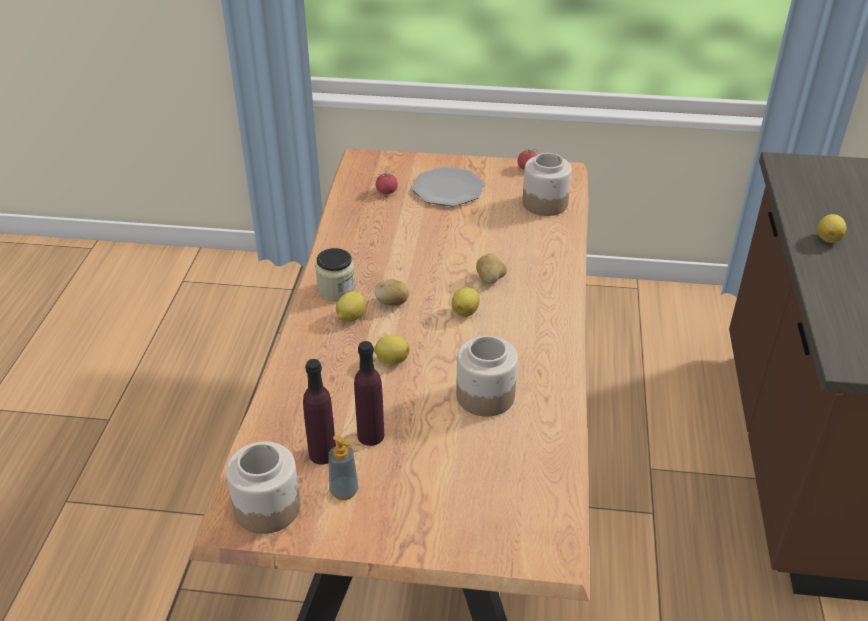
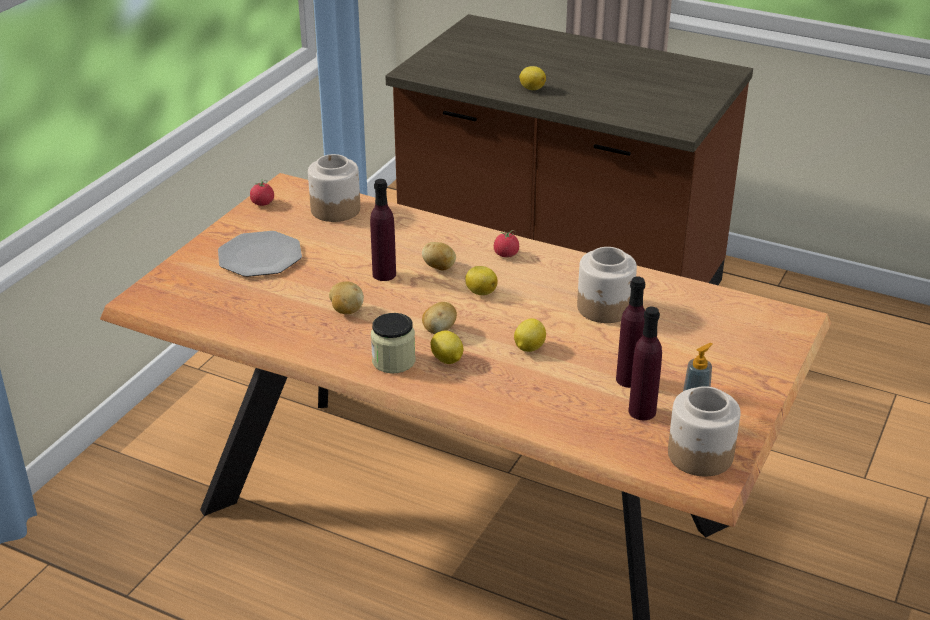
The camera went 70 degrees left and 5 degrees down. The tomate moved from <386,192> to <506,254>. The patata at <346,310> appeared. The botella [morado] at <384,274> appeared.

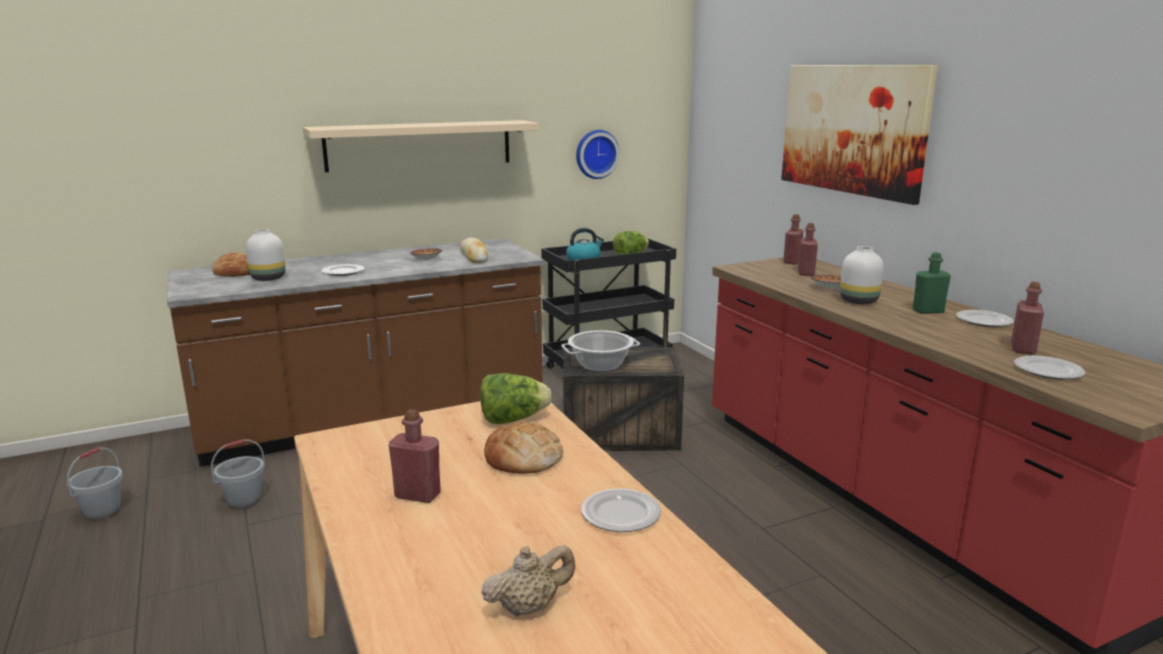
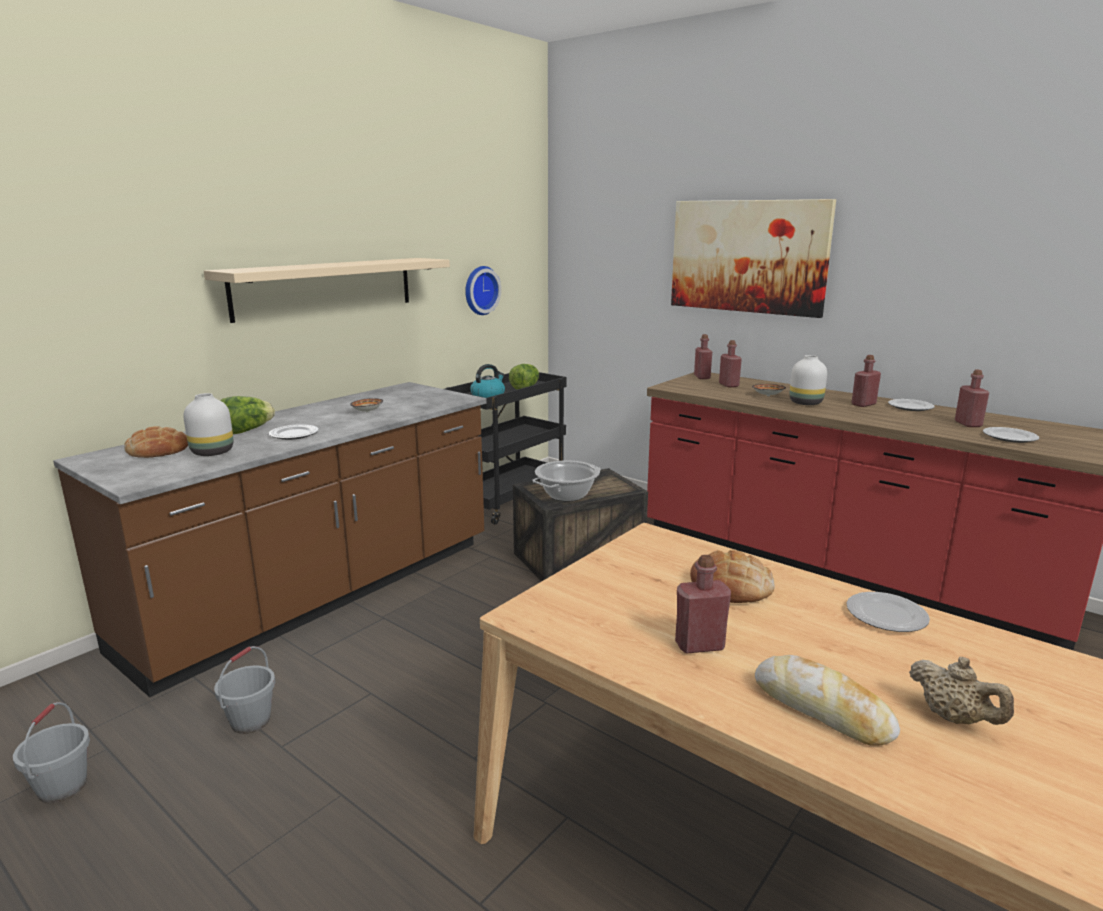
The camera went 25 degrees left and 0 degrees up. The pan moved from <474,256> to <822,710>. The lechuga moved from <513,419> to <246,431>. The tetera [beis] at <529,607> turned 105 degrees clockwise. The botella [verde] at <928,311> became the botella [rojo] at <863,404>.

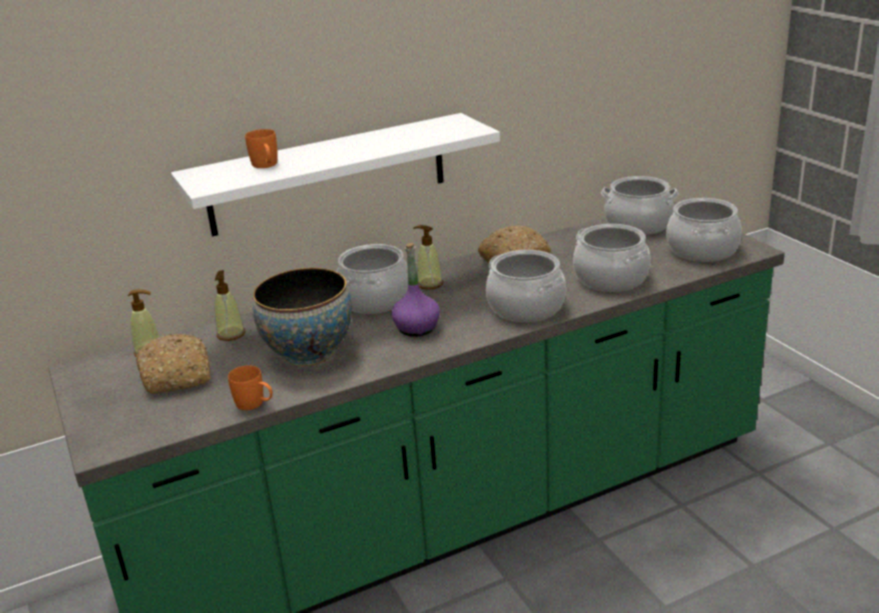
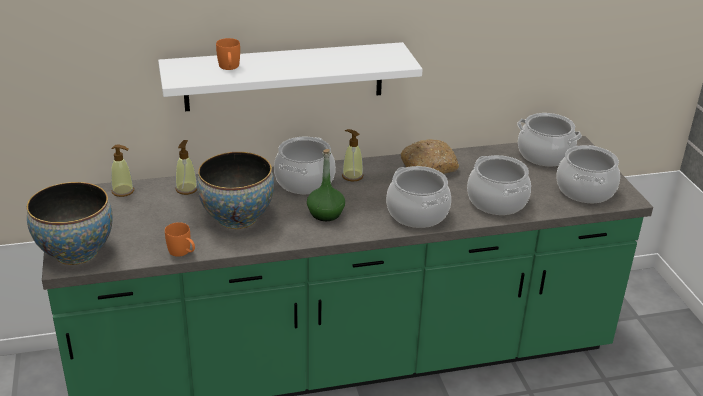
The camera went 10 degrees right and 5 degrees up. The pan at <177,375> disappeared. The botella [morado] at <416,328> became the botella [verde] at <325,213>. The cuenco at <76,253> appeared.

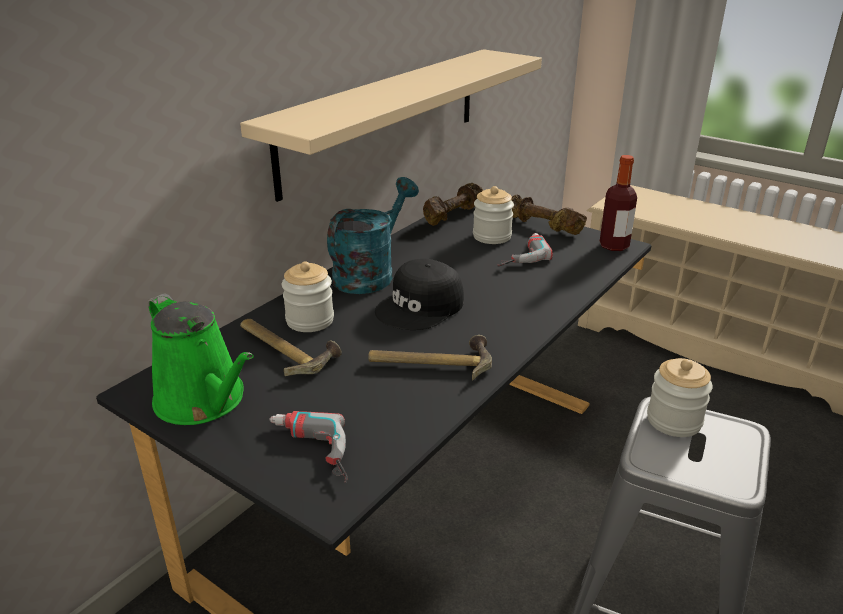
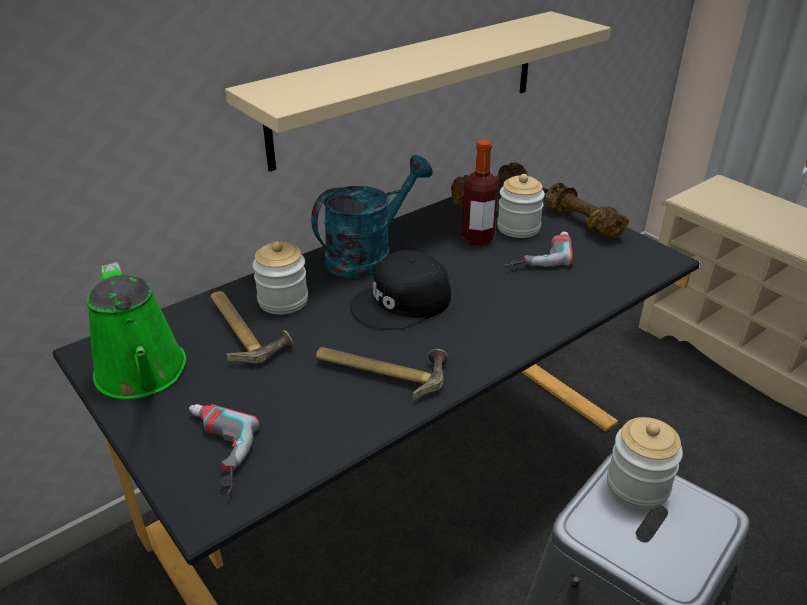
The camera went 15 degrees right and 5 degrees up. The botella moved from <614,246> to <477,238>.

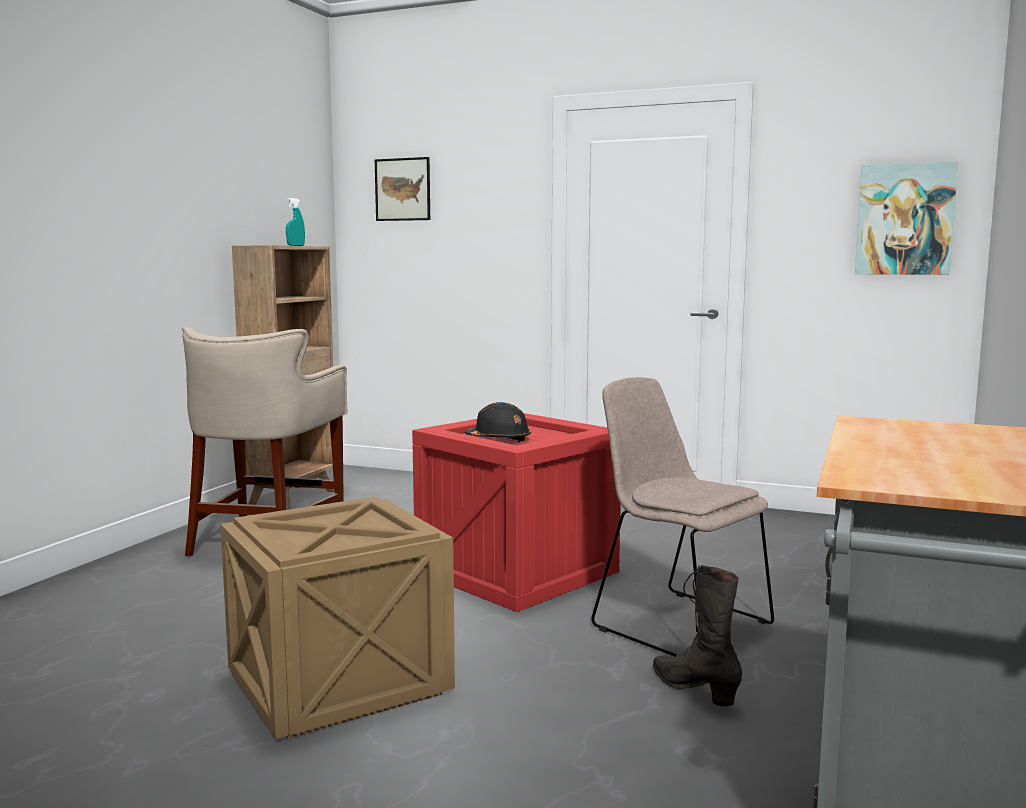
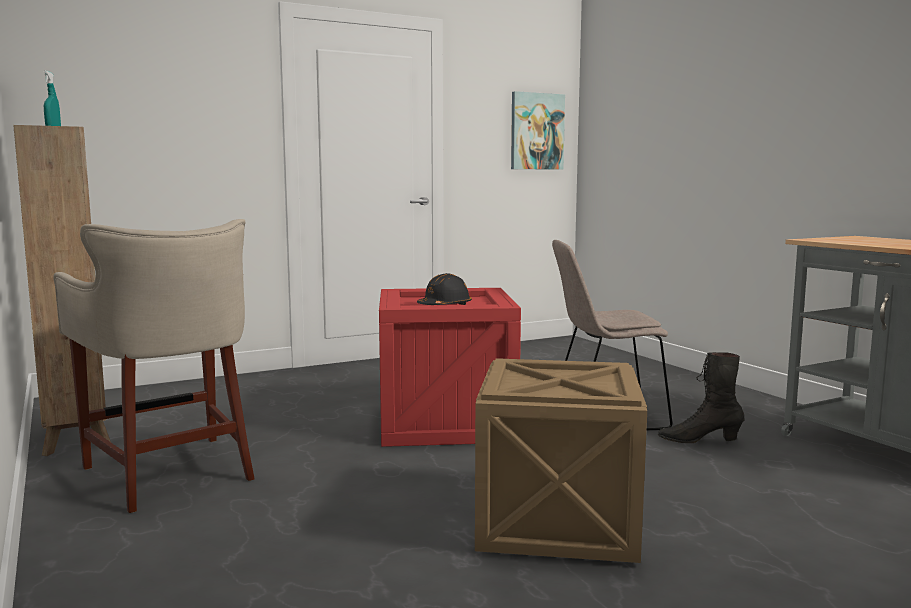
The camera went 50 degrees left and 0 degrees up. The cuadro at <403,189> disappeared.

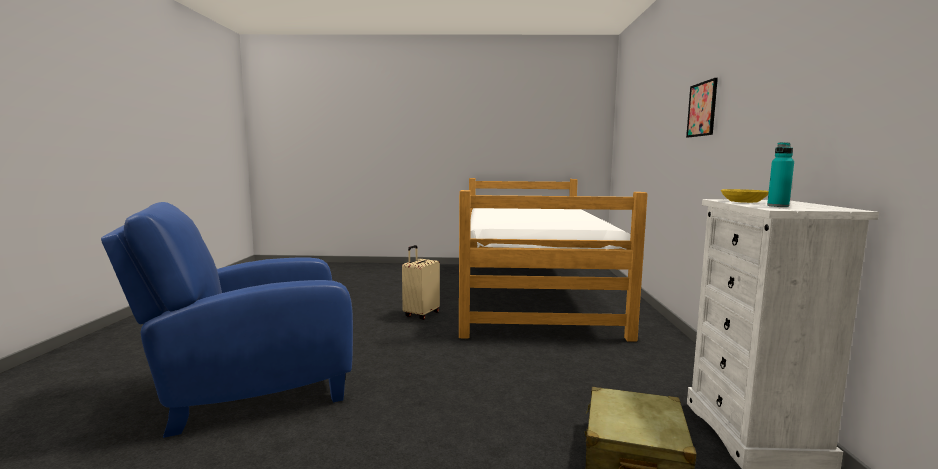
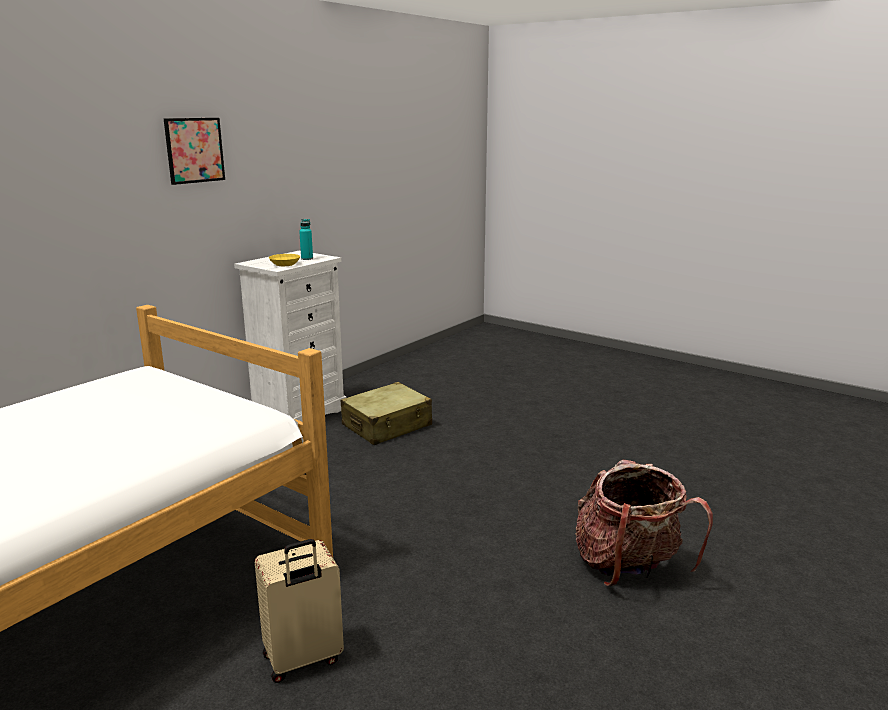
The camera went 145 degrees left and 10 degrees up. The sillón [azul] at <250,389> was replaced by the mochila at <629,568>. The cuadro moved from <702,109> to <194,150>.

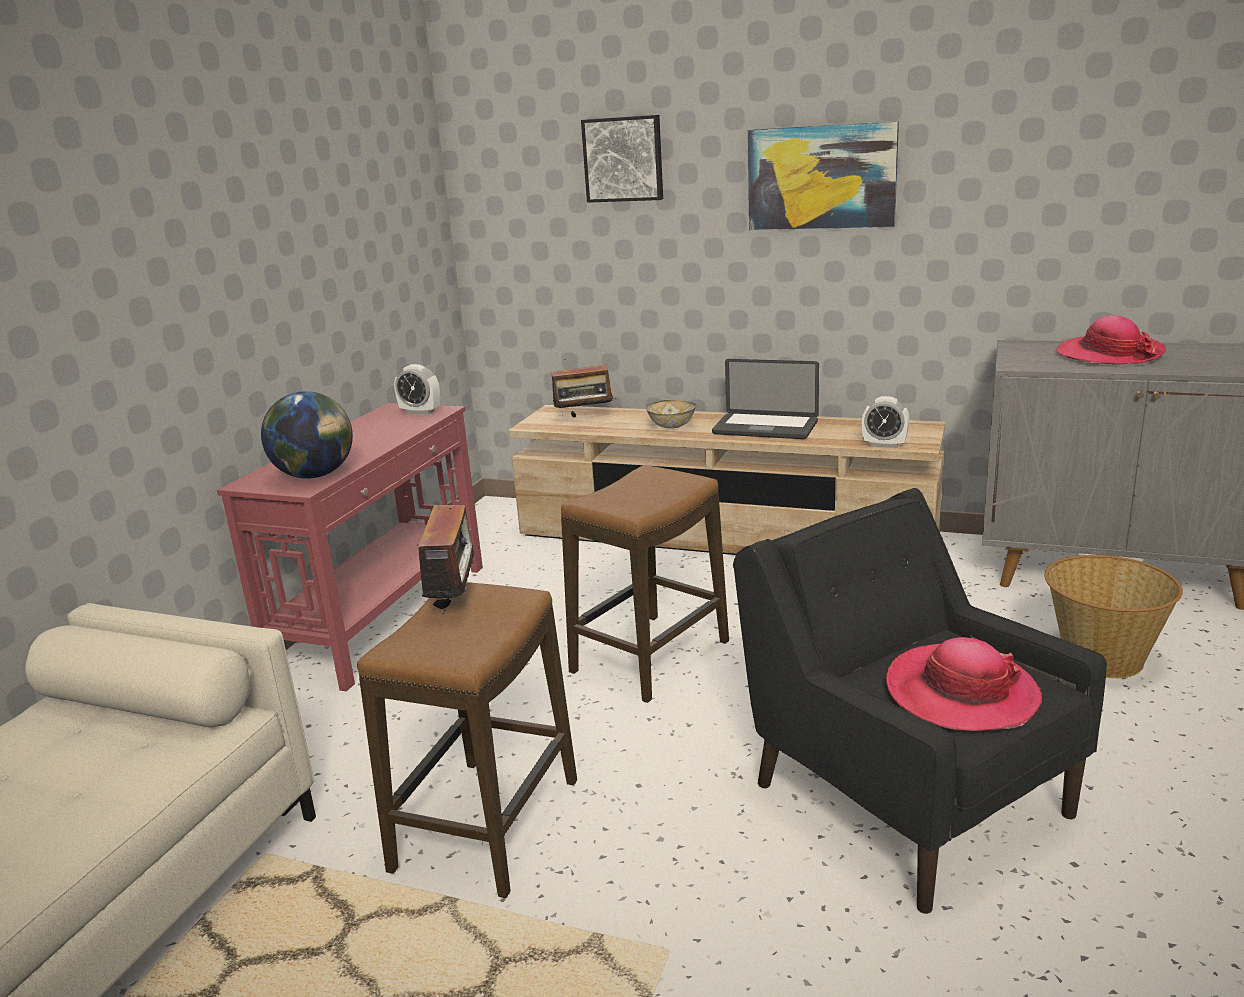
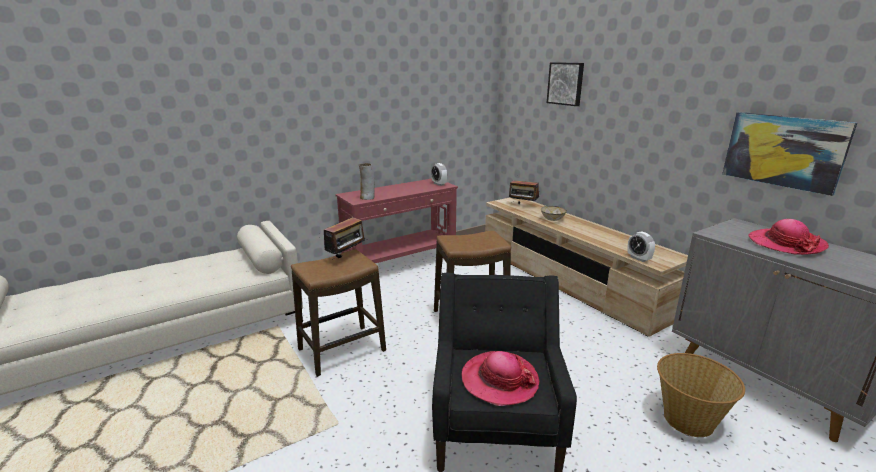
The camera went 35 degrees right and 0 degrees up. The globo terráqueo at <315,475> was replaced by the florero at <367,197>. The portátil at <765,428> disappeared. The cuadro moved from <821,177> to <783,151>.

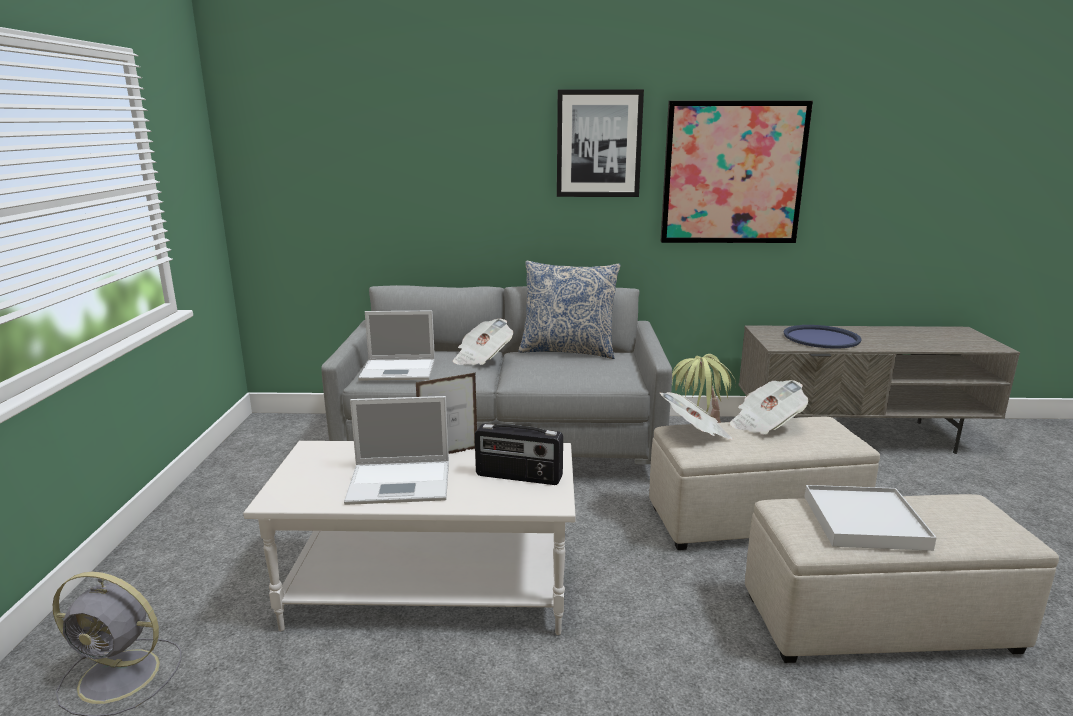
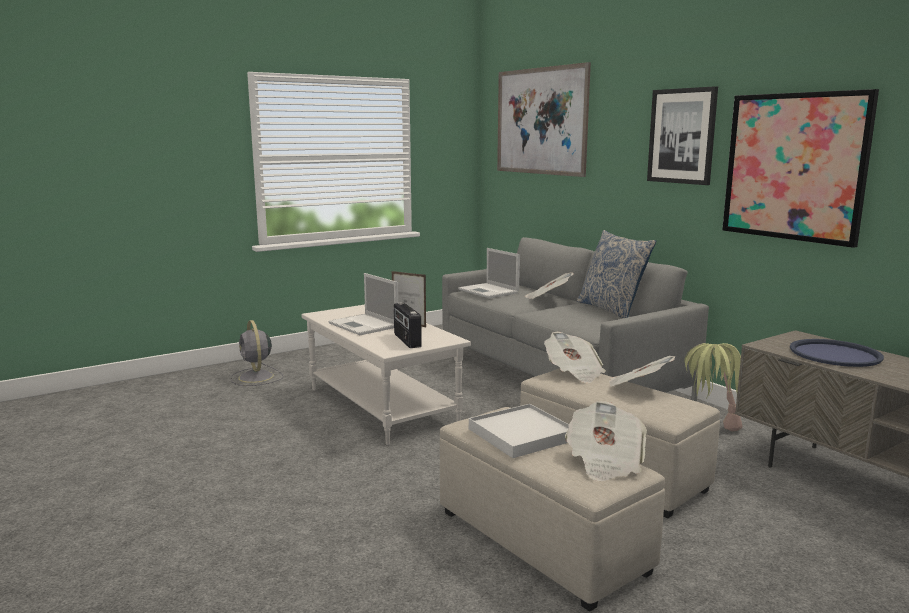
The camera went 55 degrees right and 5 degrees down. The cuadro at <540,121> appeared. The periódico at <604,462> appeared.

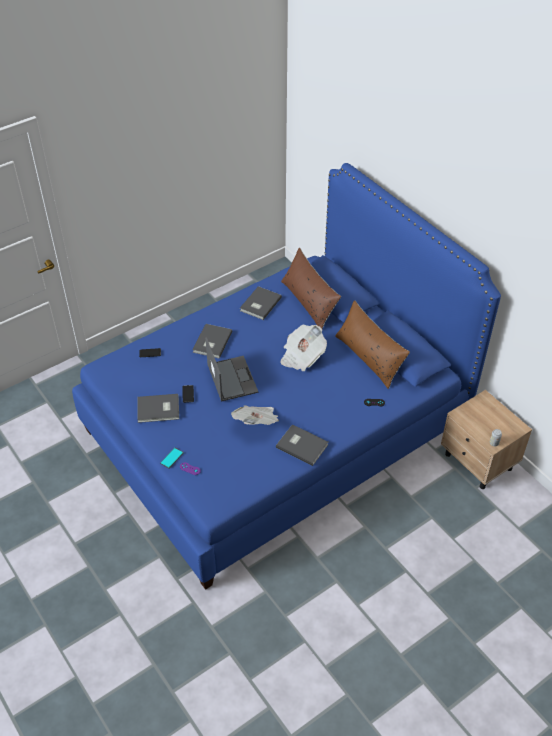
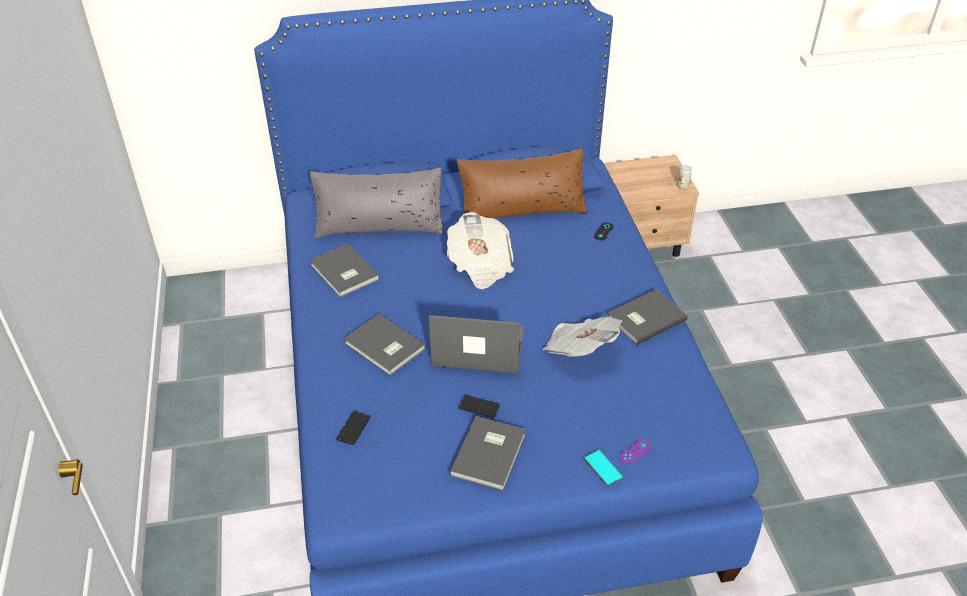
The camera went 65 degrees left and 5 degrees down. The cojín [marrón] at <309,302> became the cojín [gris] at <379,226>.

